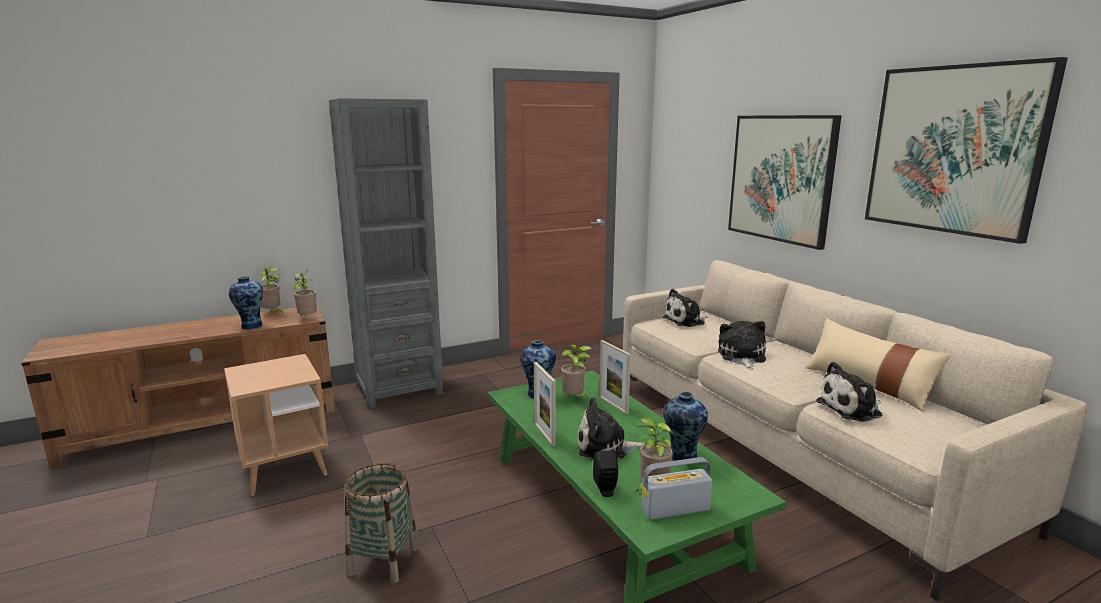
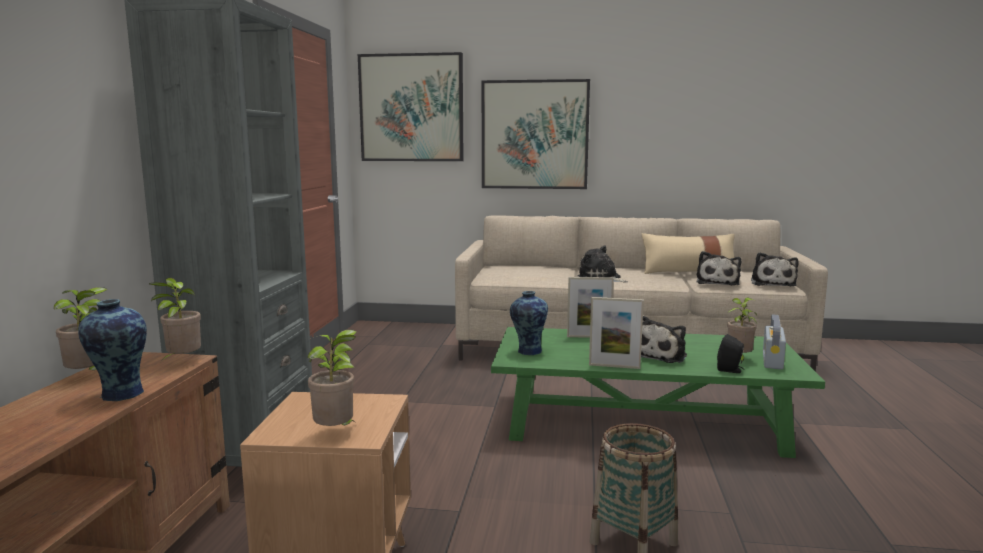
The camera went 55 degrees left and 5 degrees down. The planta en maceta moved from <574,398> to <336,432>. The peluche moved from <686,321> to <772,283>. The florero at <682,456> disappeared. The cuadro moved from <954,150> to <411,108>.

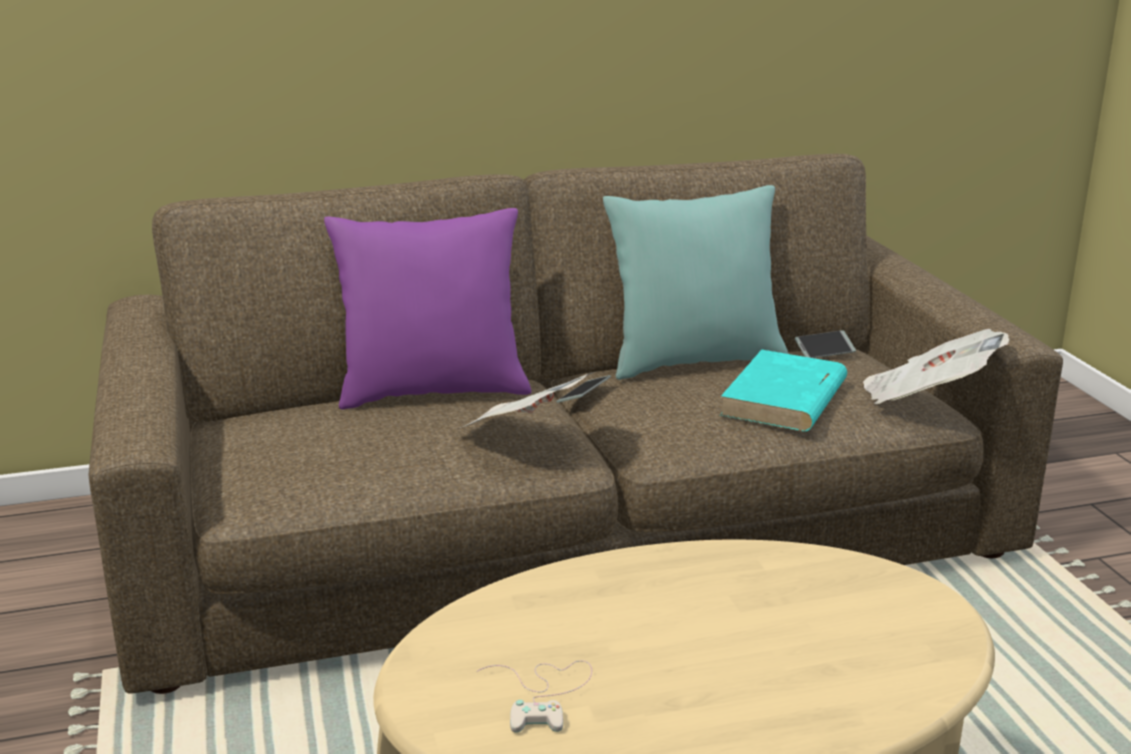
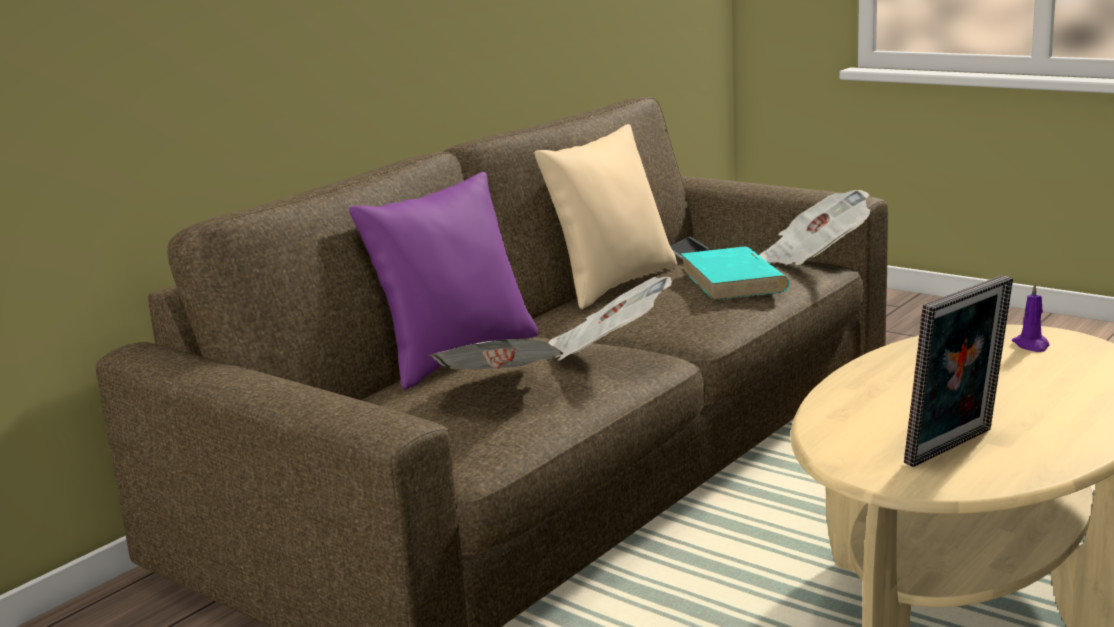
The camera went 35 degrees left and 5 degrees down. The mando de consola [blanco] at <544,694> was replaced by the portarretratos at <955,449>. The móvil at <583,395> disappeared. The cojín [turquesa] at <694,361> became the cojín [beis] at <612,284>. The periódico at <500,390> appeared. The vela [morado] at <1031,345> appeared.

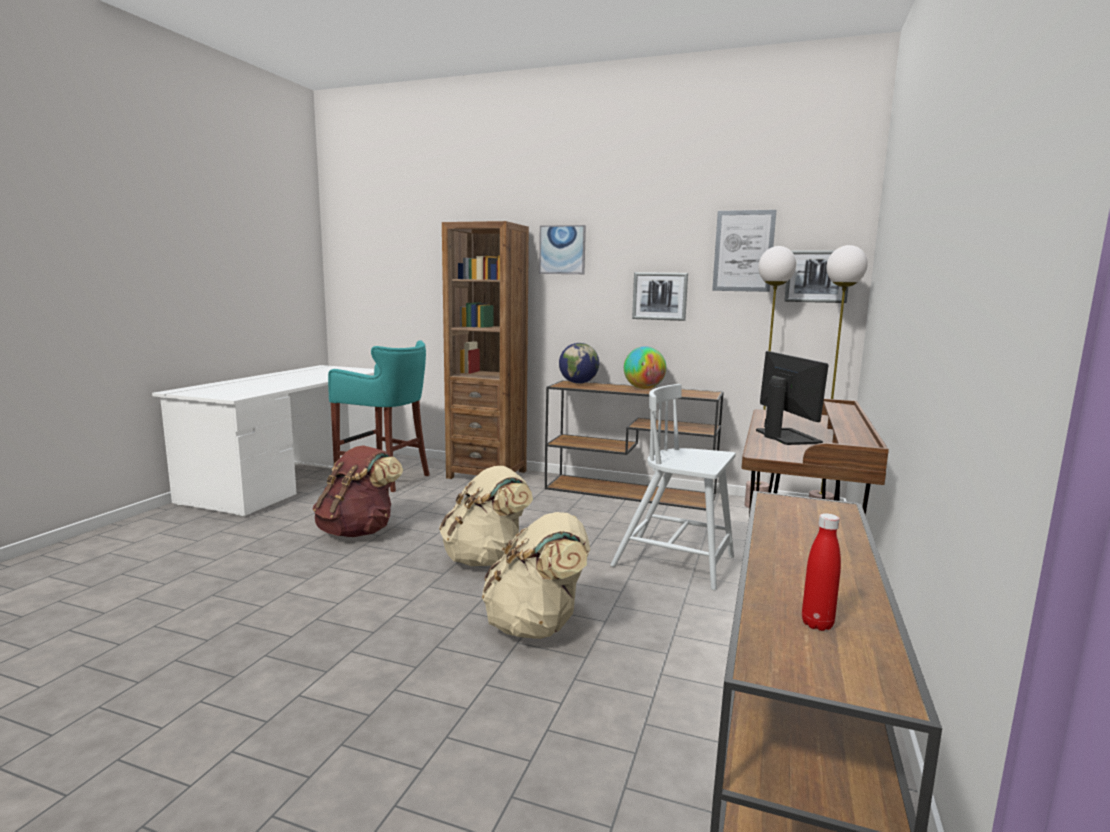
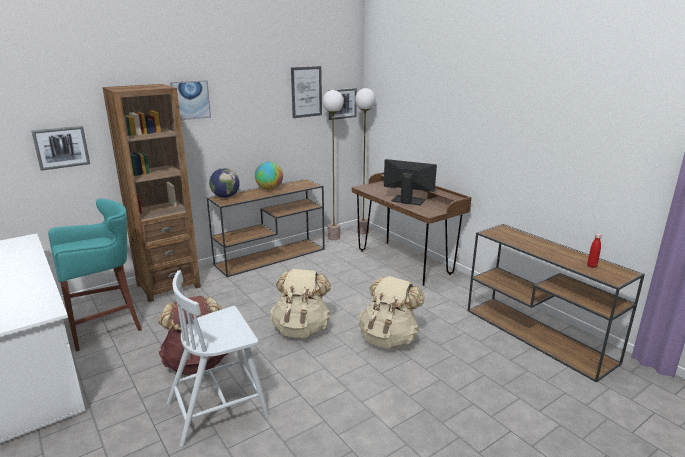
The camera went 55 degrees left and 10 degrees up. The silla [blanco] moved from <676,562> to <219,408>. The cuadro moved from <660,296> to <61,147>.

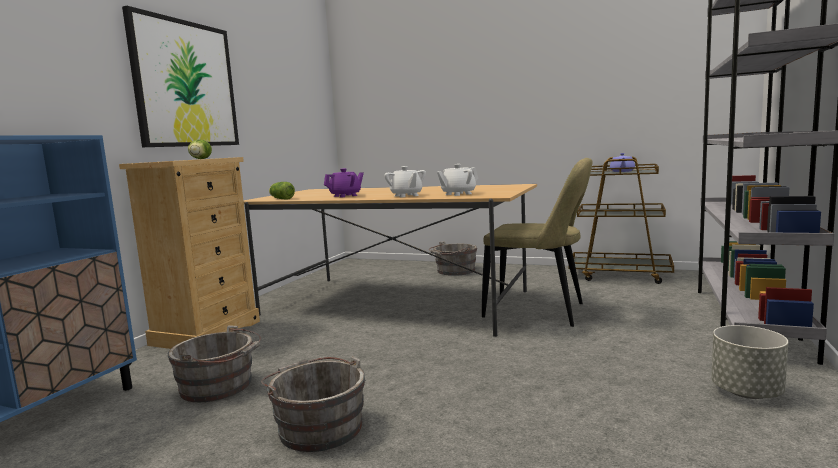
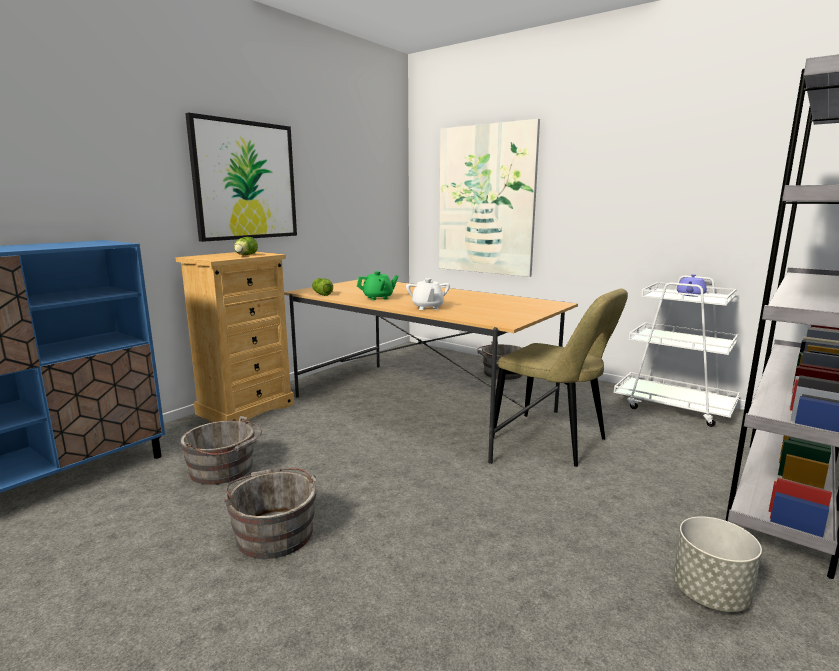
The camera went 15 degrees right and 5 degrees up. The tetera [morado] at <345,196> became the tetera [verde] at <378,298>. The tetera [blanco] at <458,194> disappeared. The carrito [marrón] at <620,275> became the carrito [blanco] at <674,407>. The cuadro at <486,200> appeared.

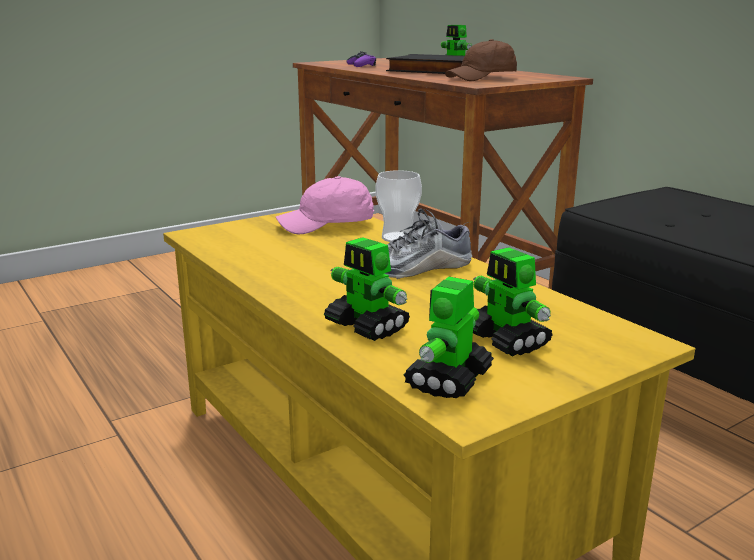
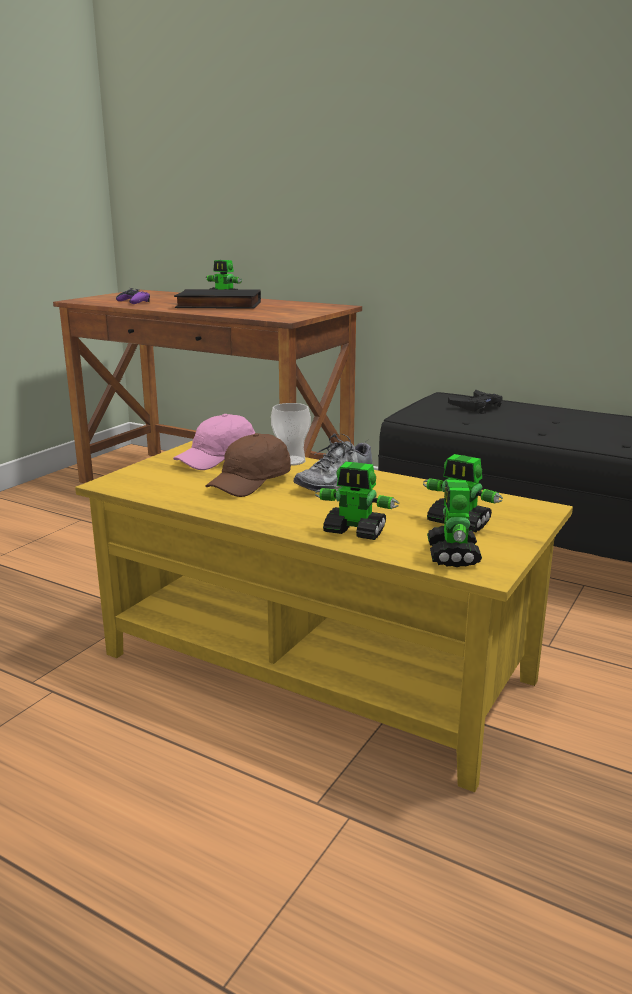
The camera went 25 degrees left and 0 degrees up. The gorra [marrón] moved from <482,78> to <251,482>. The mando de consola [negro] at <476,406> appeared.

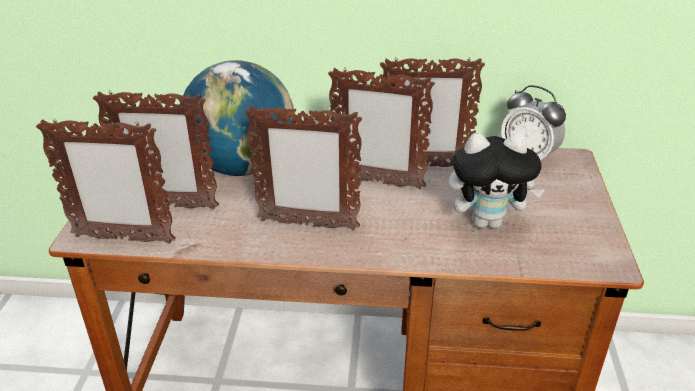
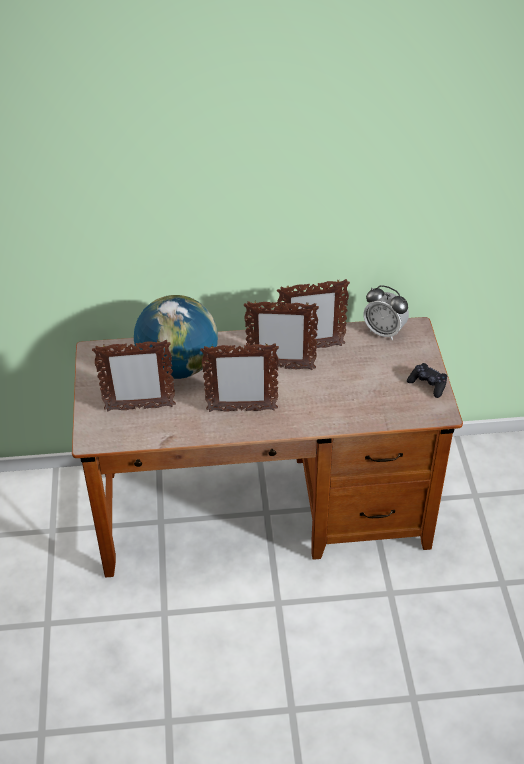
The camera went 10 degrees left and 10 degrees up. The portarretratos at <123,239> disappeared. The peluche at <487,221> disappeared. The mando de consola [negro] at <428,384> appeared.

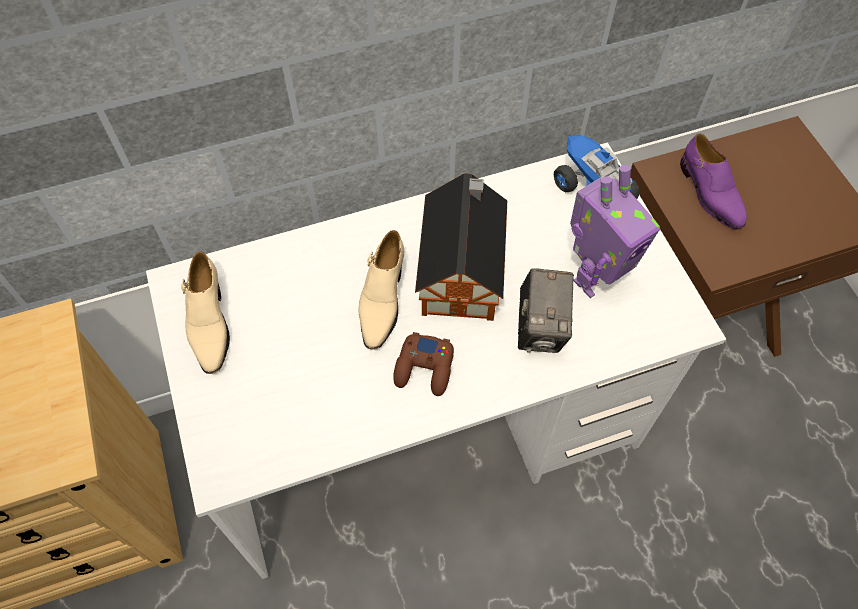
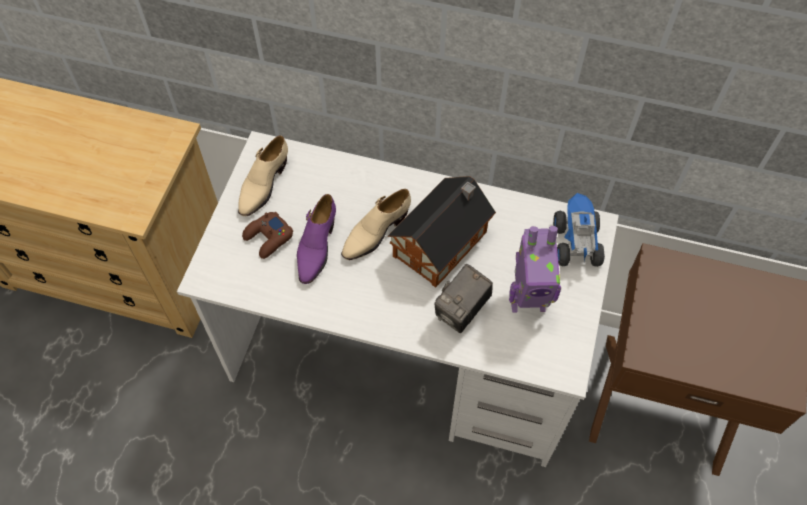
The camera went 35 degrees right and 0 degrees up. The mando de consola [marrón] moved from <425,368> to <268,238>. The zapato [morado] moved from <710,194> to <316,247>.

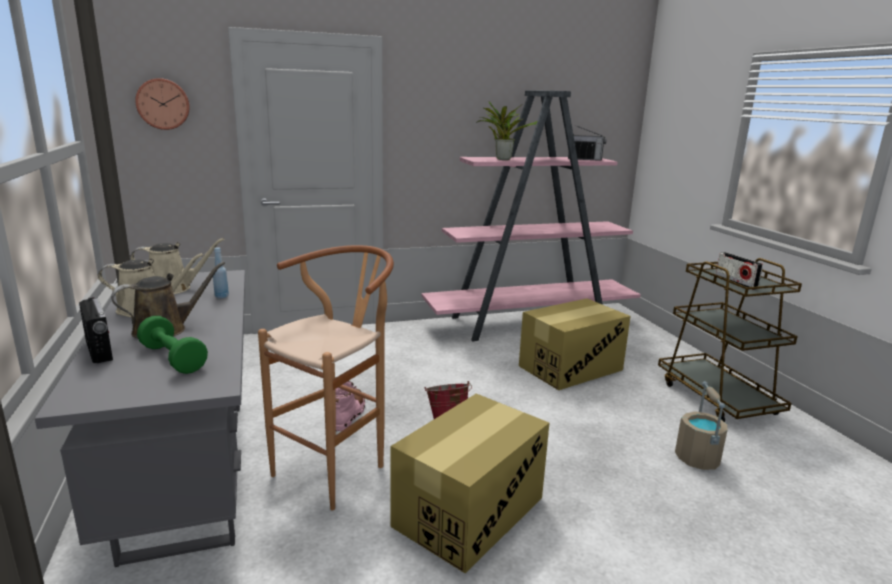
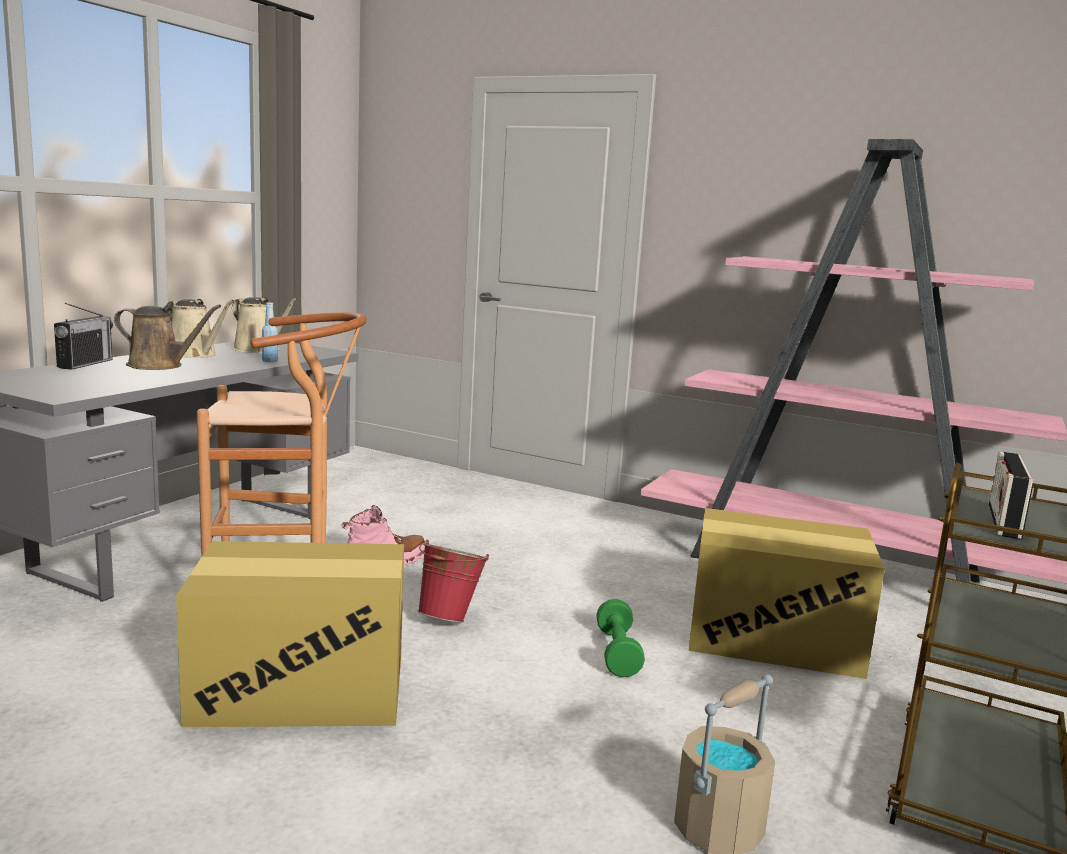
The camera went 45 degrees right and 5 degrees down. The reloj de pared at <163,104> disappeared. The mancuerna [verde] moved from <173,359> to <617,653>. The planta en maceta at <502,159> disappeared. The radio at <584,159> disappeared.

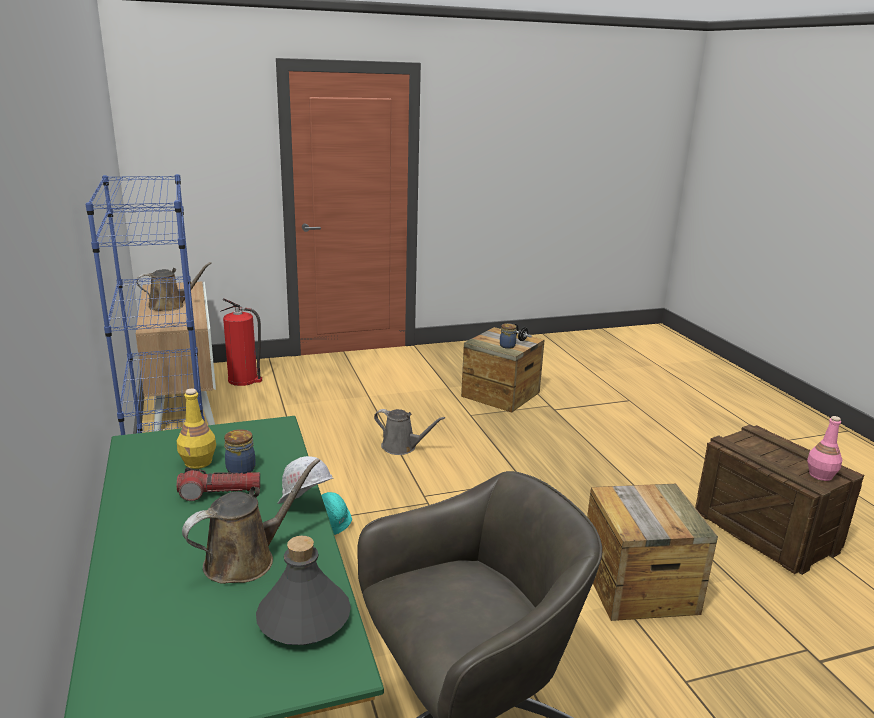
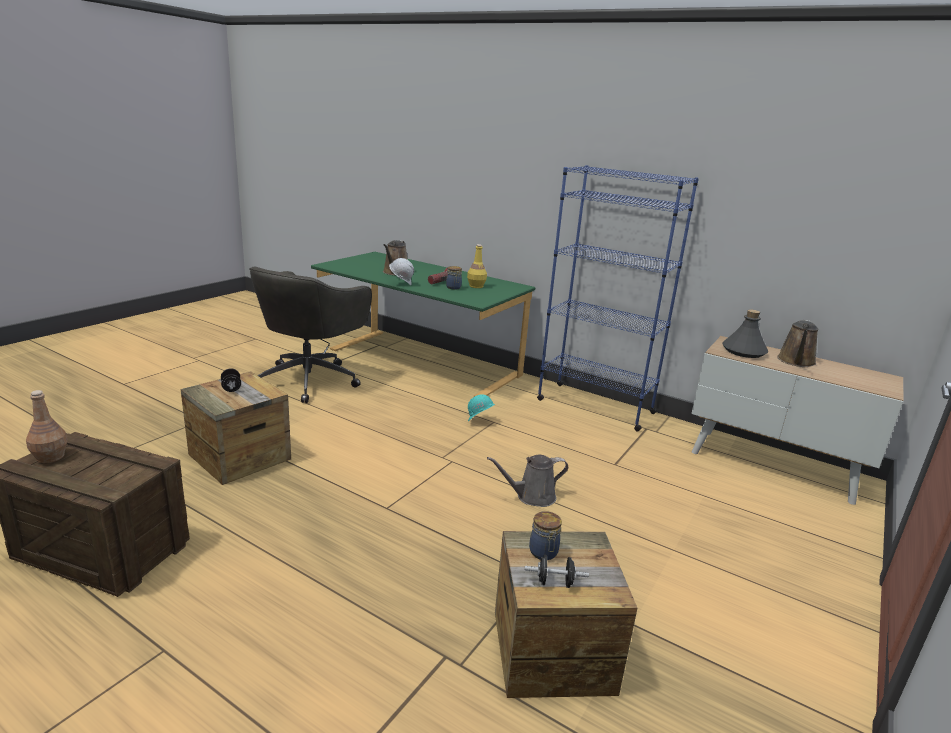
The camera went 140 degrees right and 0 degrees up. The extintor at <243,380> disappeared. The botella [gris] moved from <303,618> to <744,351>. The botella [rosa] at <820,475> became the botella [marrón] at <50,457>. The mancuerna [negro] at <231,388> appeared.

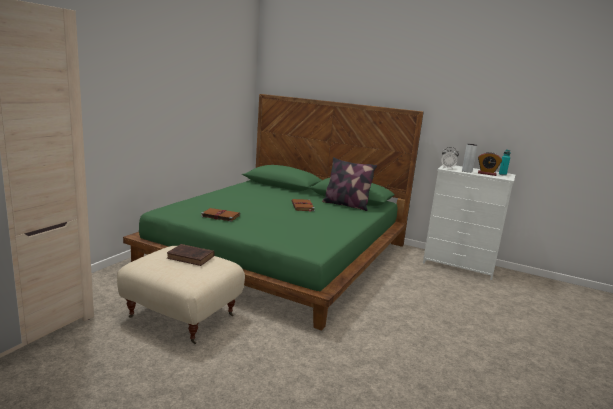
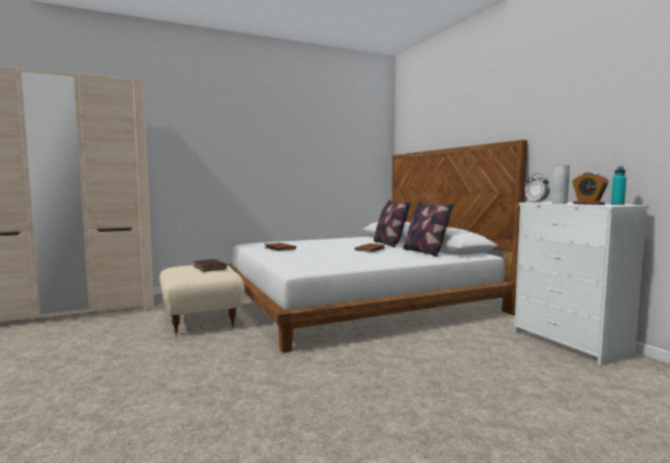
The camera went 40 degrees right and 10 degrees down. The cama [verde] at <280,254> became the cama [blanco] at <356,300>. The cojín at <389,244> appeared.

